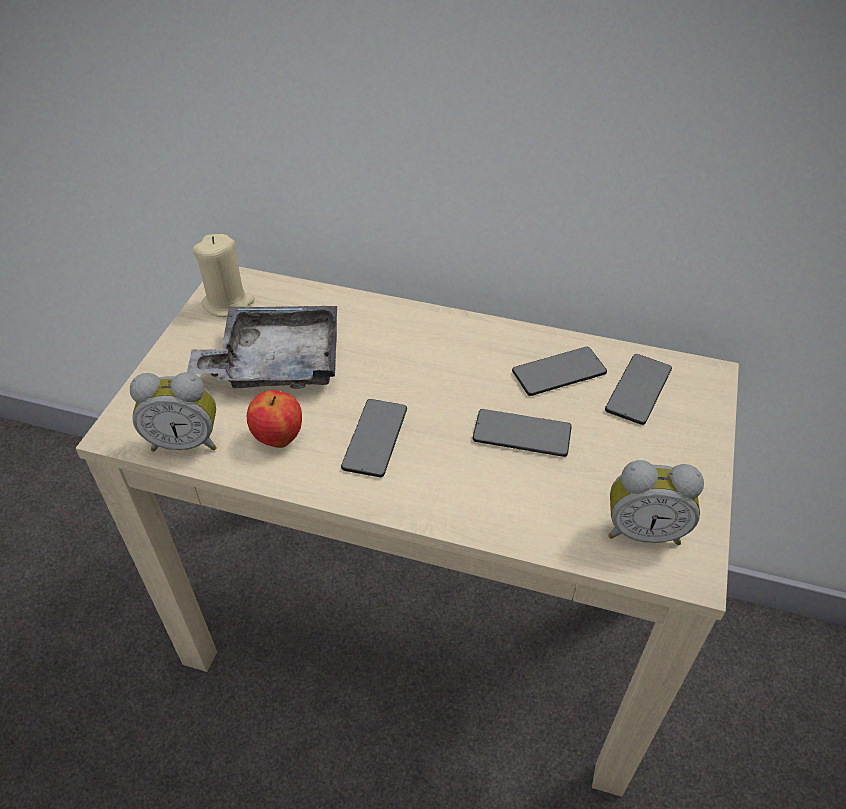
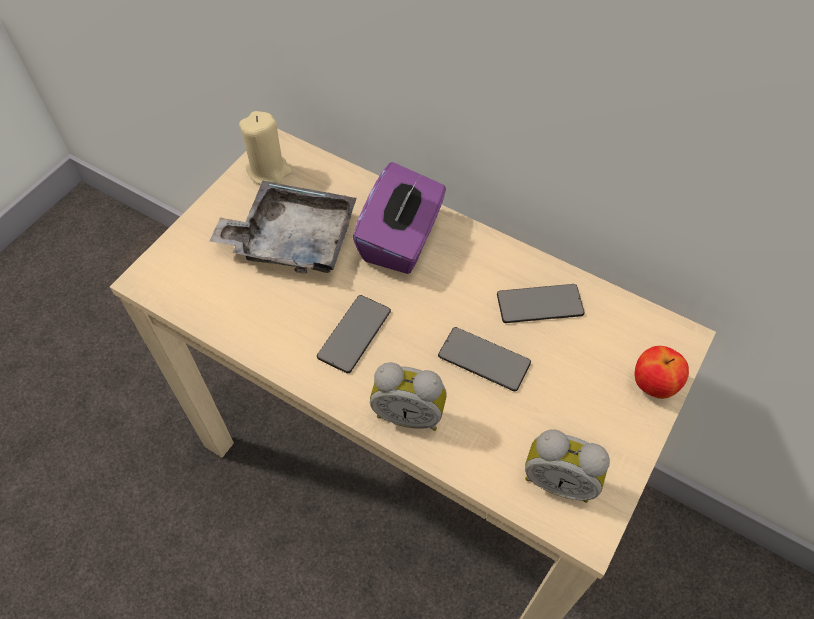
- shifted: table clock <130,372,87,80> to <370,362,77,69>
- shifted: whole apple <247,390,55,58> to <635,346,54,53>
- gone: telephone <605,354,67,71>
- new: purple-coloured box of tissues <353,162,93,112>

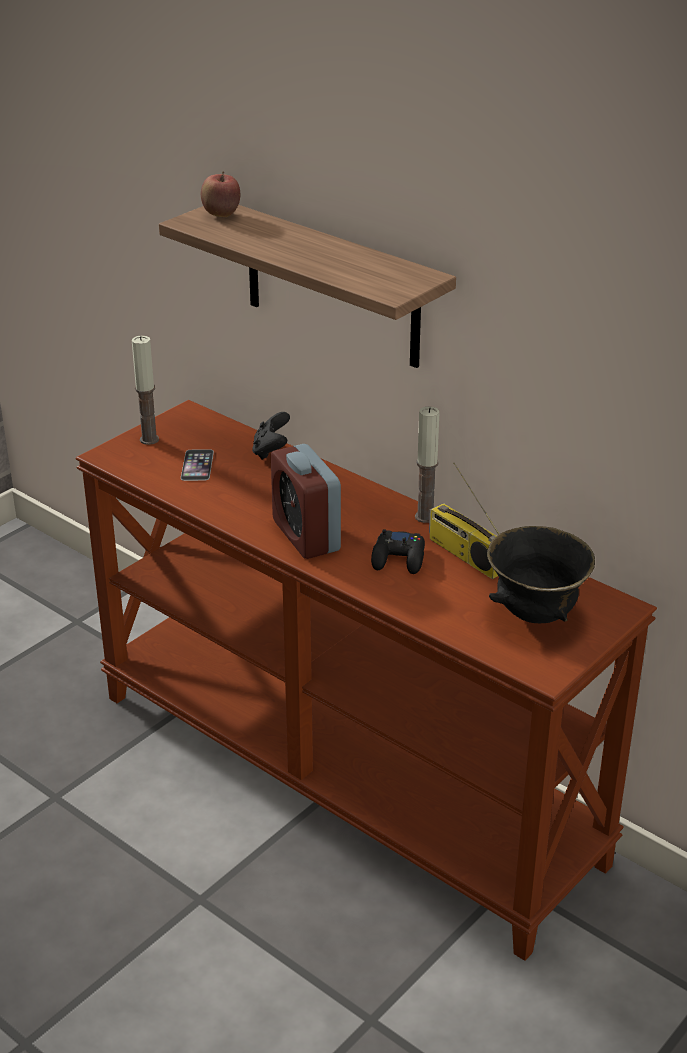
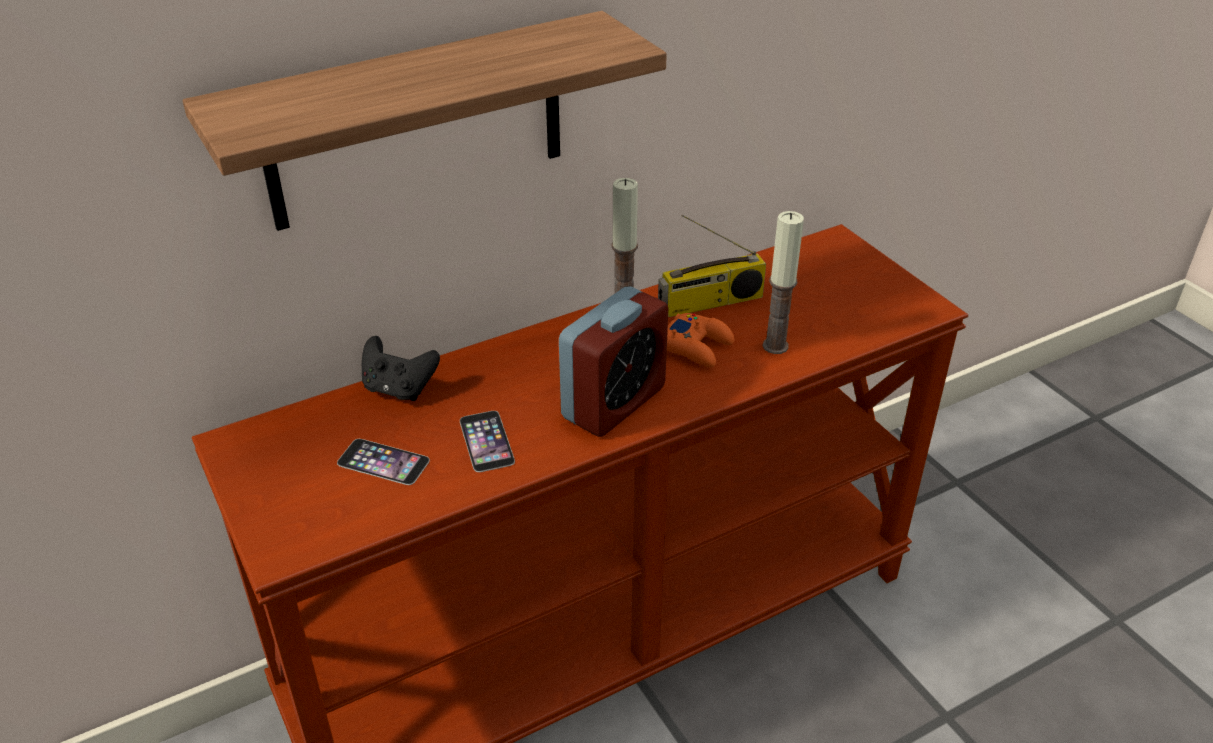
- shifted: candle <132,336,27,109> to <763,211,41,143>
- gone: whole apple <201,172,39,45>
- rotated: table clock <271,444,70,115> = <559,286,109,151> 45 degrees counterclockwise
- repainted: black gamepad <371,529,54,45> to orangey gamepad <667,313,67,55>
- gone: black deep dish <487,526,108,97>
- new: telephone <460,411,55,61>

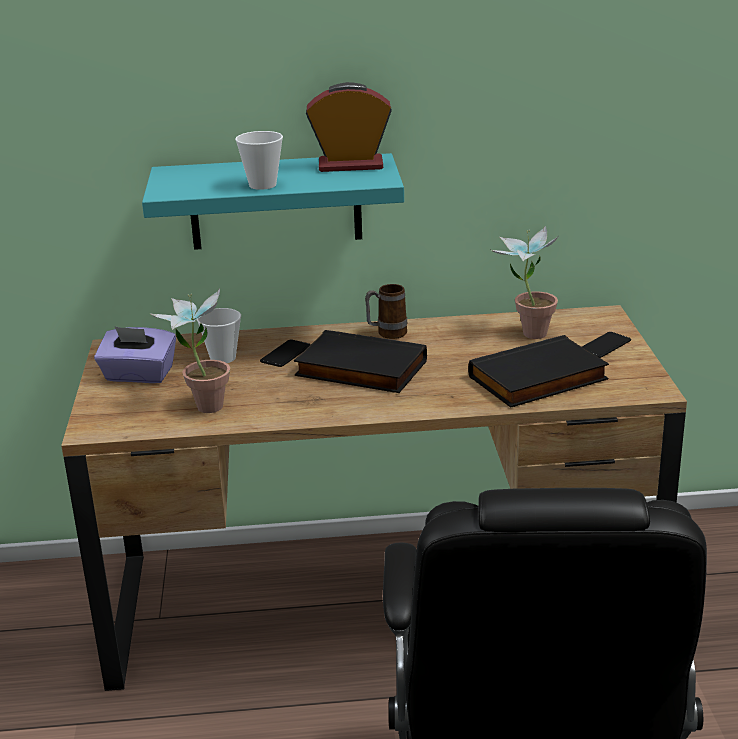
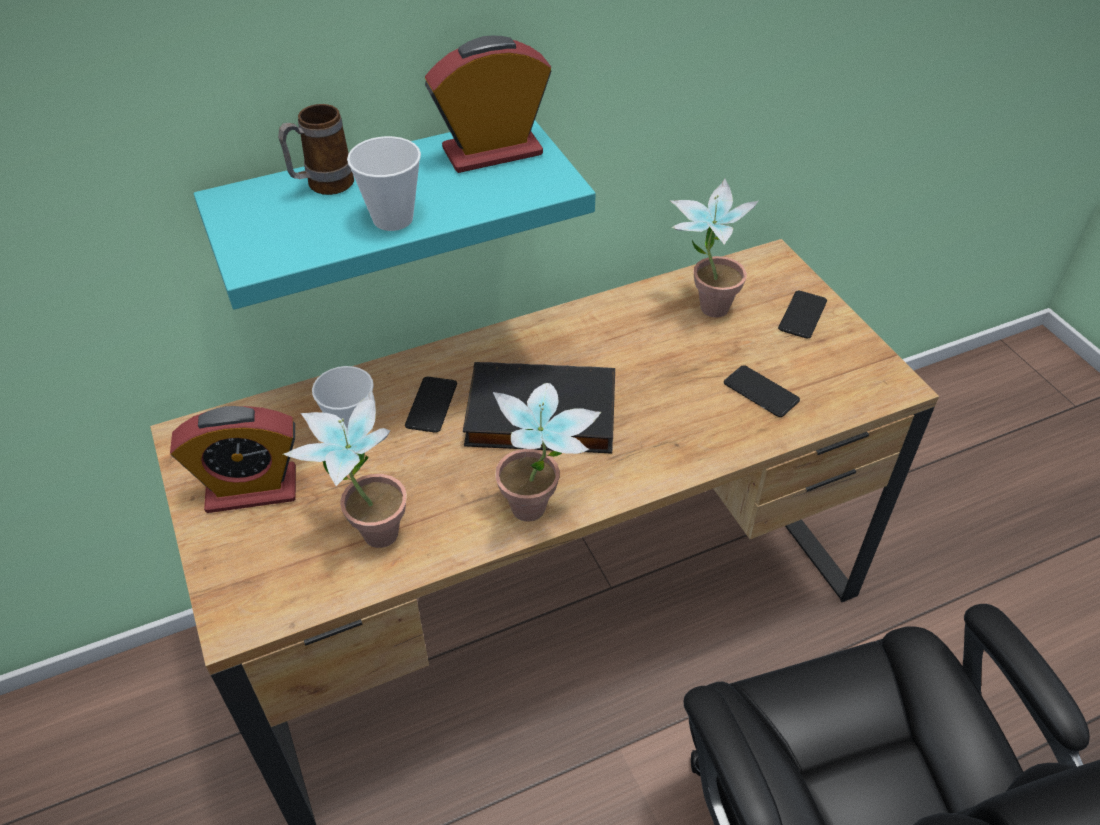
- swapped: purple-coloured box of tissues <94,326,82,57> to table clock <170,406,126,107>
- shifted: mug <365,284,42,55> to <278,104,76,91>
- swapped: black bound book <468,335,141,73> to telephone <724,365,76,52>
- new: plant in a pot <493,383,108,139>

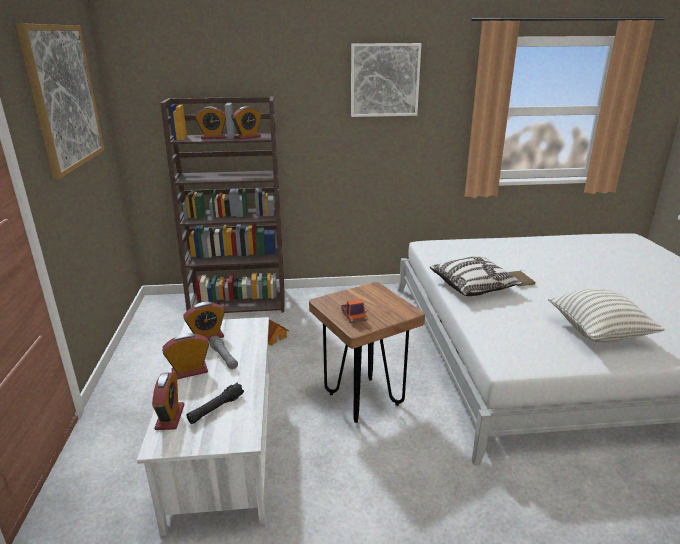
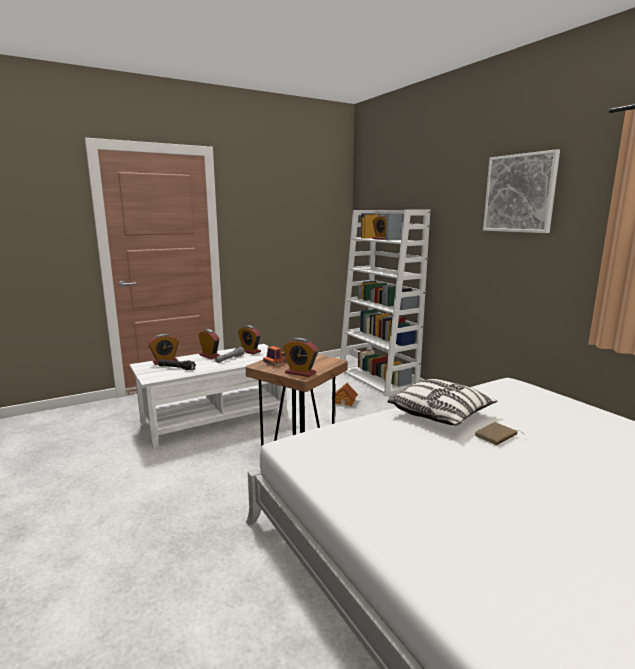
- gone: picture <16,23,89,156>
- repainted: brown bookshelf <160,97,124,216> to white-coloured bookshelf <340,209,90,187>
- shifted: table clock <231,106,30,34> to <283,338,35,39>
- gone: cushion <548,288,117,55>

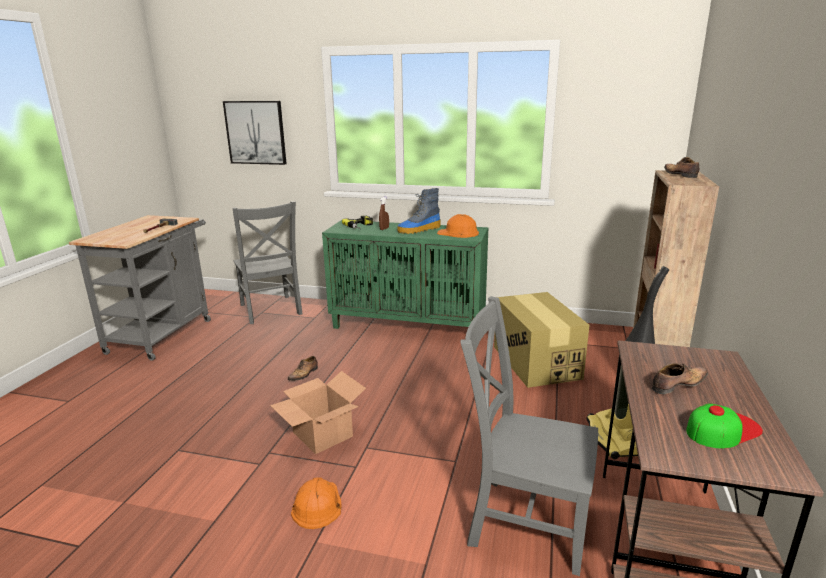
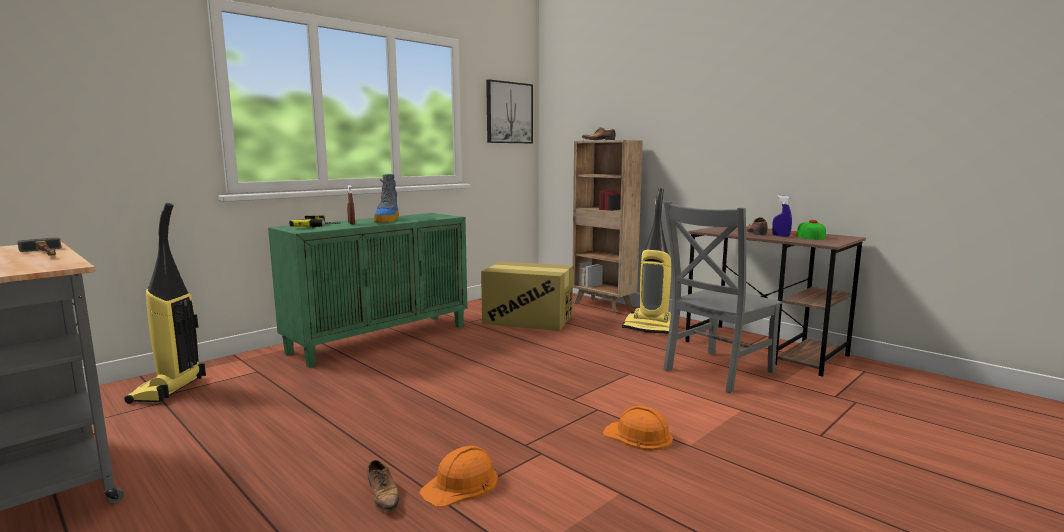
- shifted: picture <223,101,64,64> to <486,79,47,64>
- swapped: gray plain chair <233,201,70,123> to hoover <124,203,82,201>
- gone: cardboard box <270,371,96,83>
- shifted: item of footwear <287,356,31,25> to <367,460,32,51>
- shifted: orangey work helmet <437,214,42,24> to <419,445,79,62>
- new: blue sprayer <772,195,20,42>

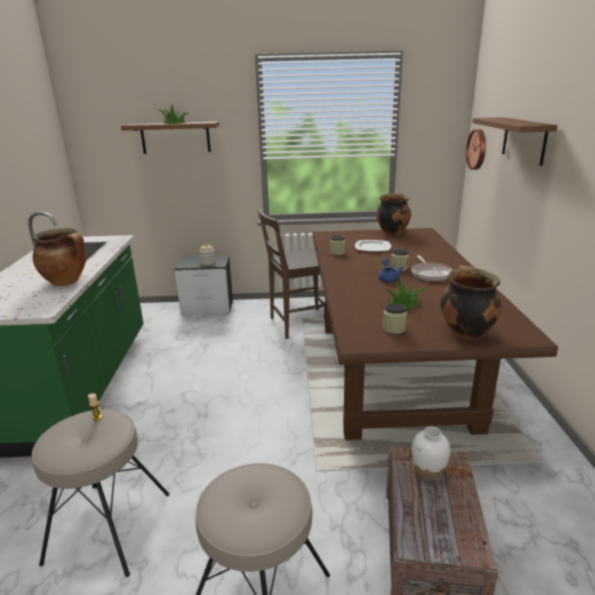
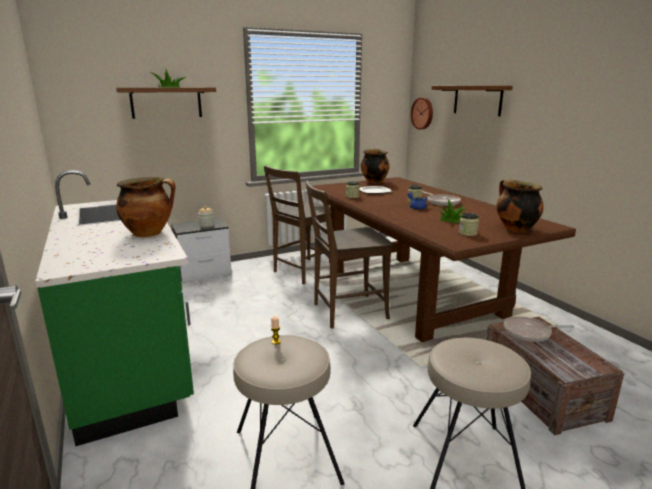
- swapped: white-coloured decorative vase <412,426,38,55> to skillet <504,316,70,26>
- new: brown plain chair <305,180,88,148>

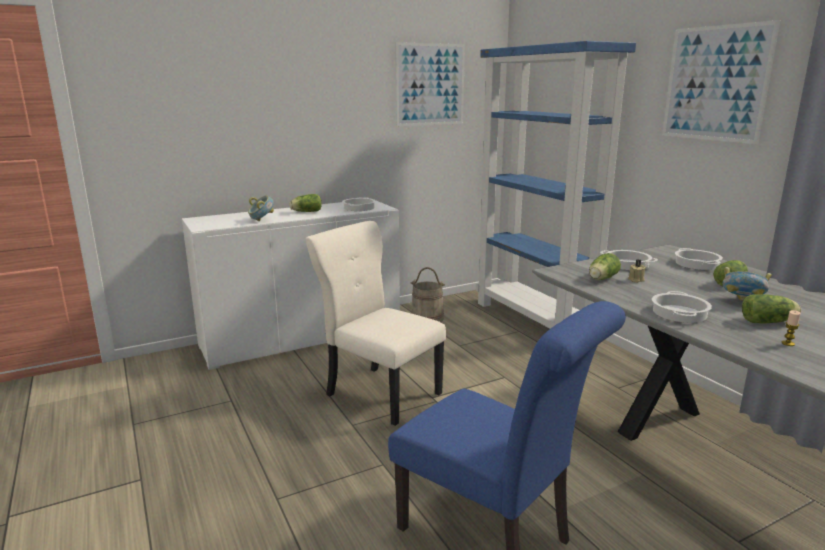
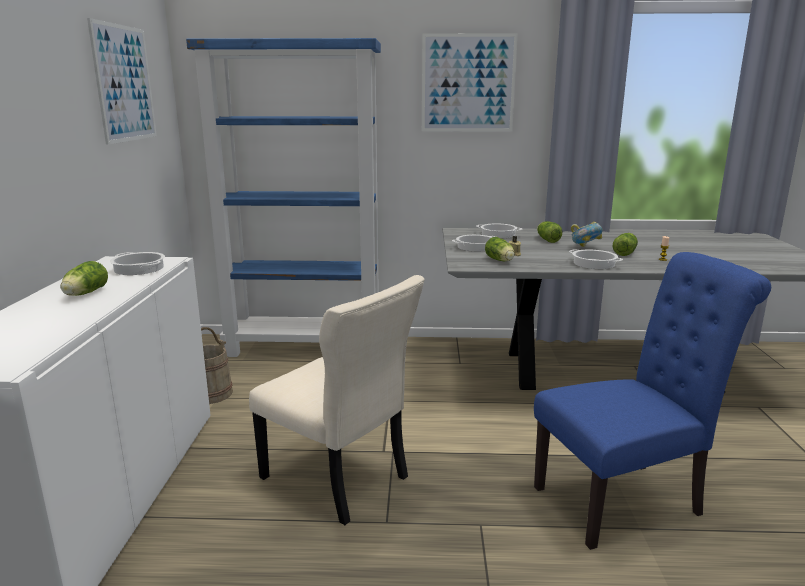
- gone: deep dish <248,195,26,26>
- rotated: sand-coloured plain chair <306,221,140,205> = <249,275,176,250> 120 degrees counterclockwise

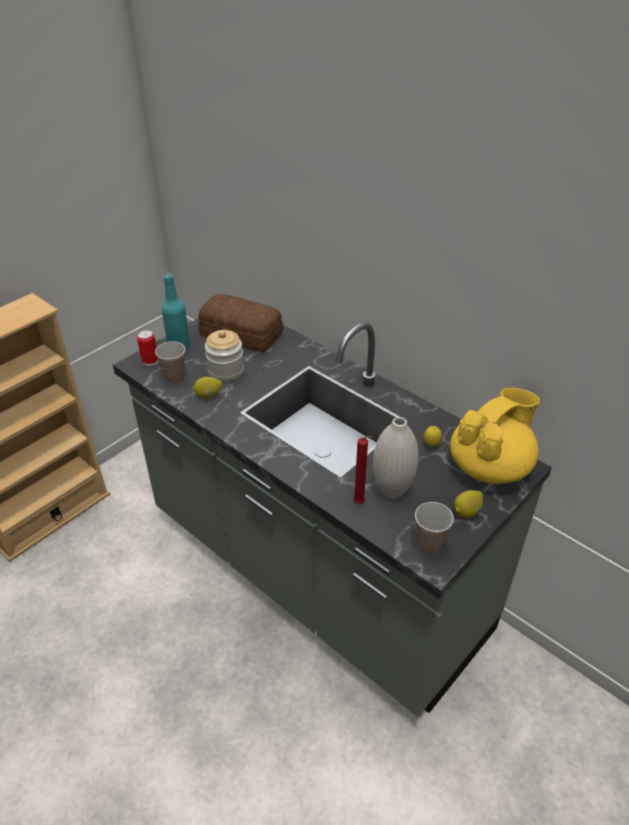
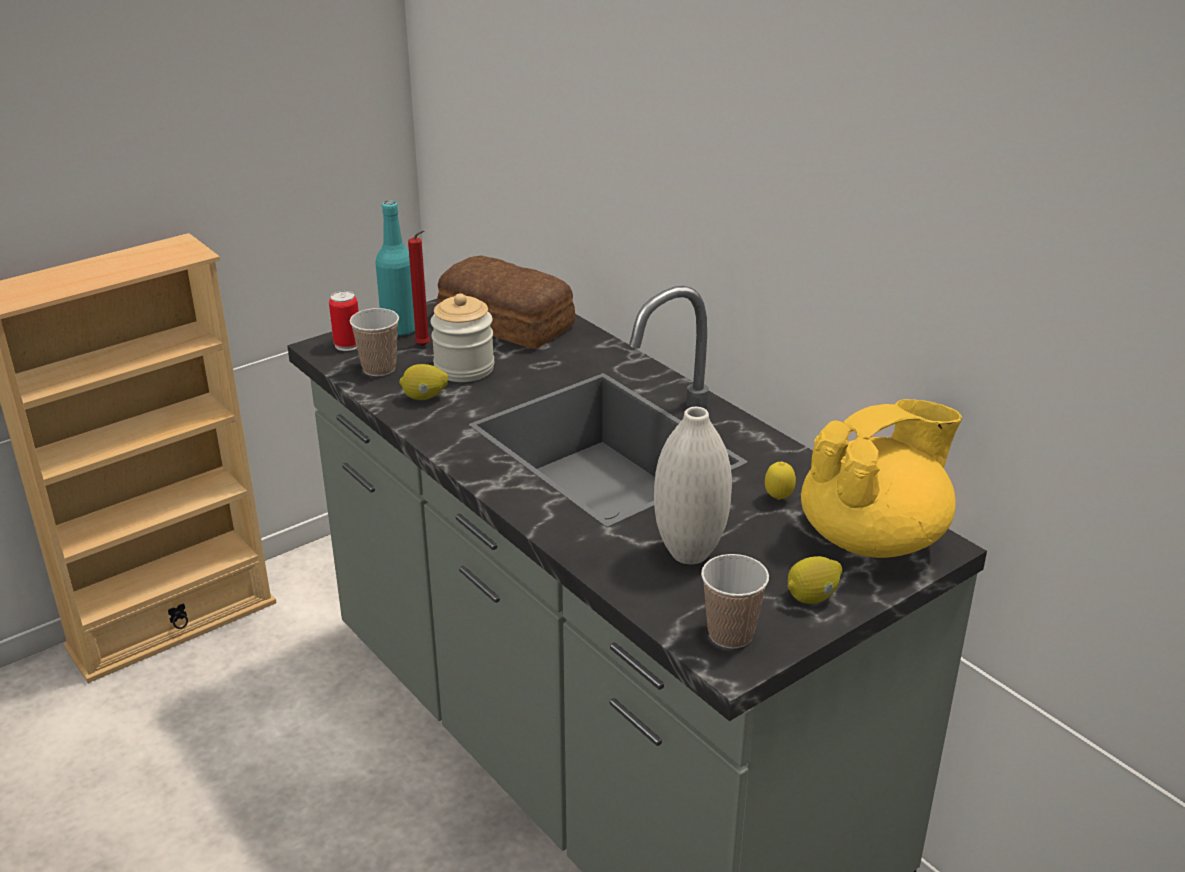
- shifted: red candle <353,436,21,68> to <408,230,22,116>

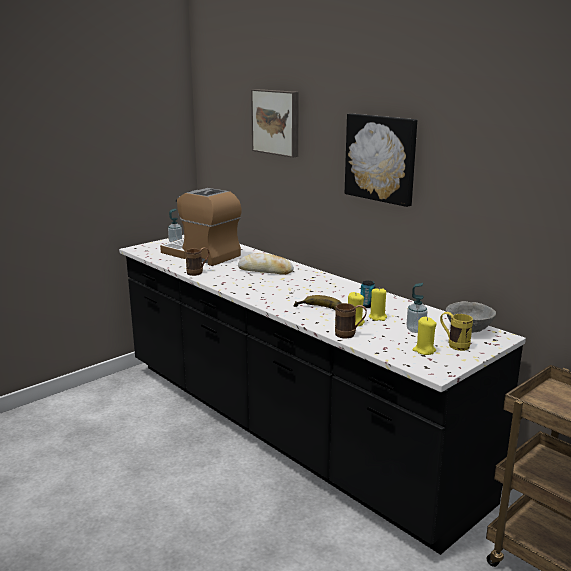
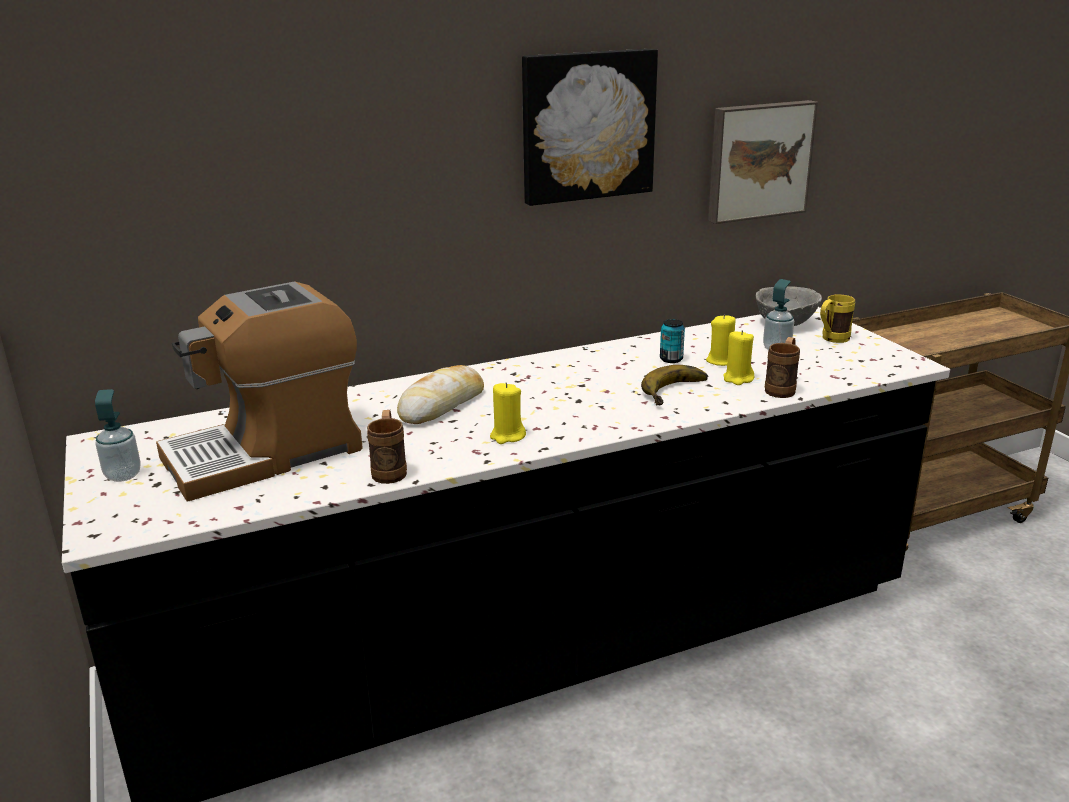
- shifted: picture <251,89,48,69> to <708,100,110,124>
- shifted: yellow candle <412,317,25,38> to <490,383,36,61>

